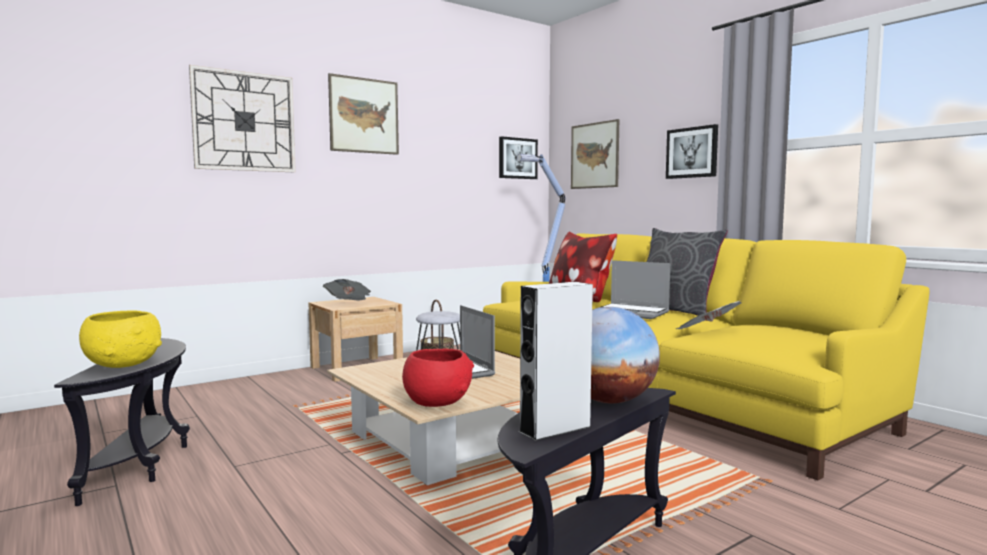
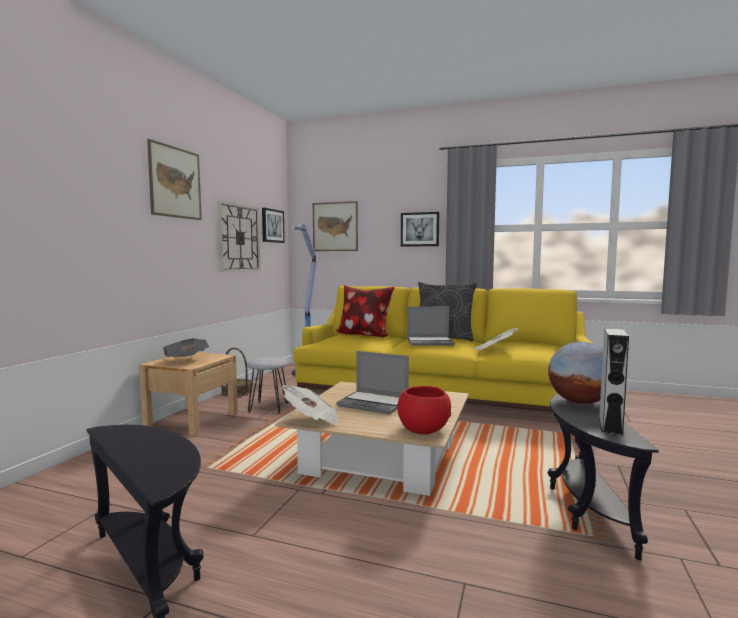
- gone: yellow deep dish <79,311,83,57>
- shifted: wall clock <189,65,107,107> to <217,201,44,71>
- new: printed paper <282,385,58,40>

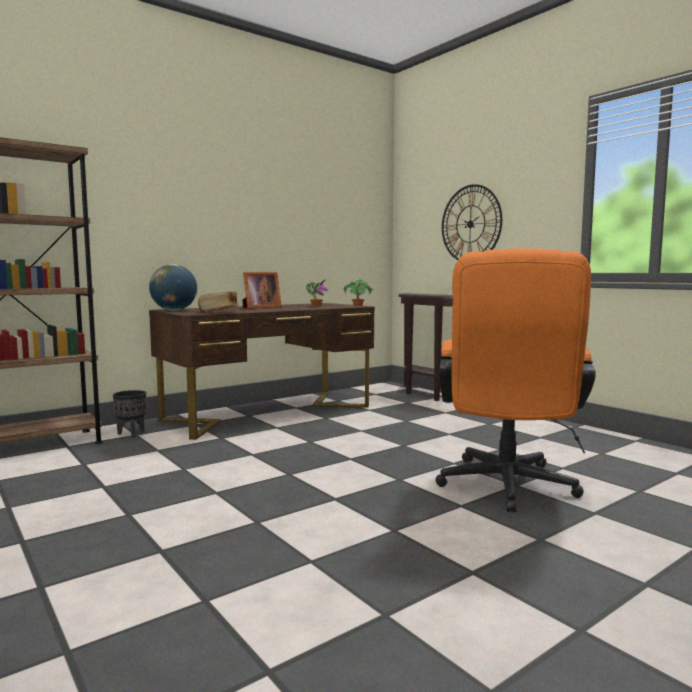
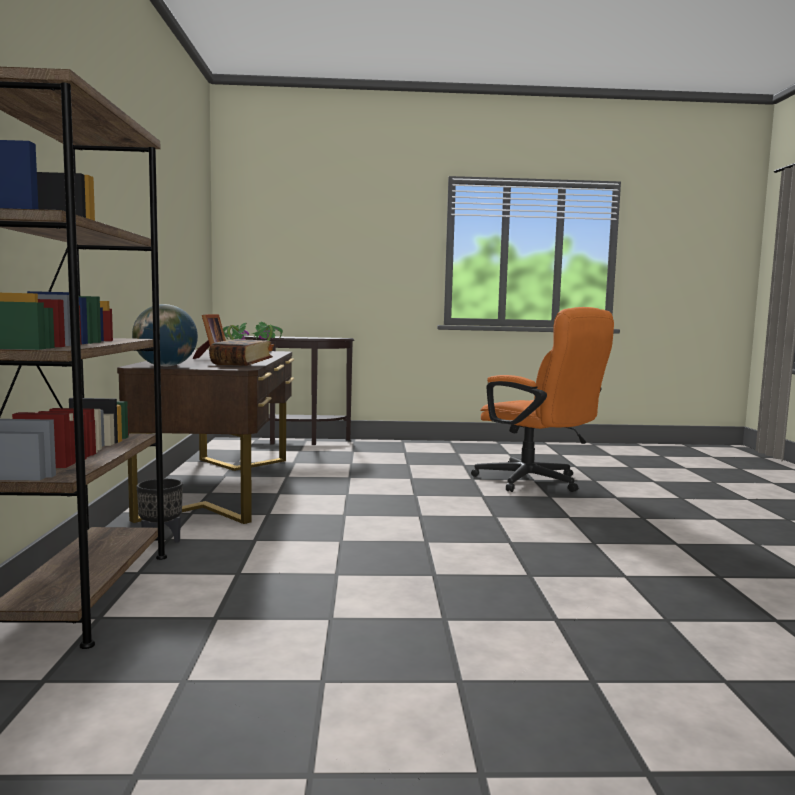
- gone: wall clock <442,184,60,76>

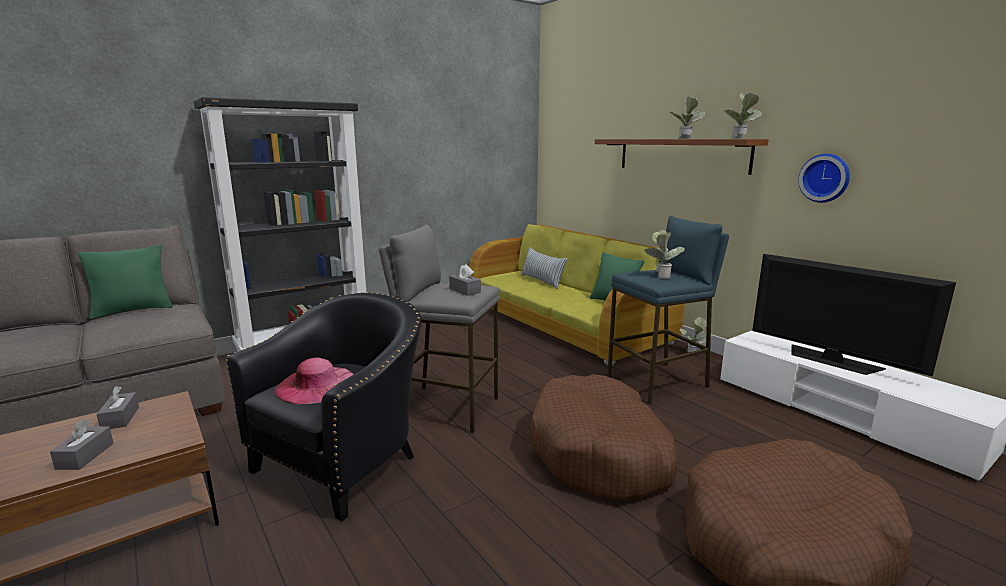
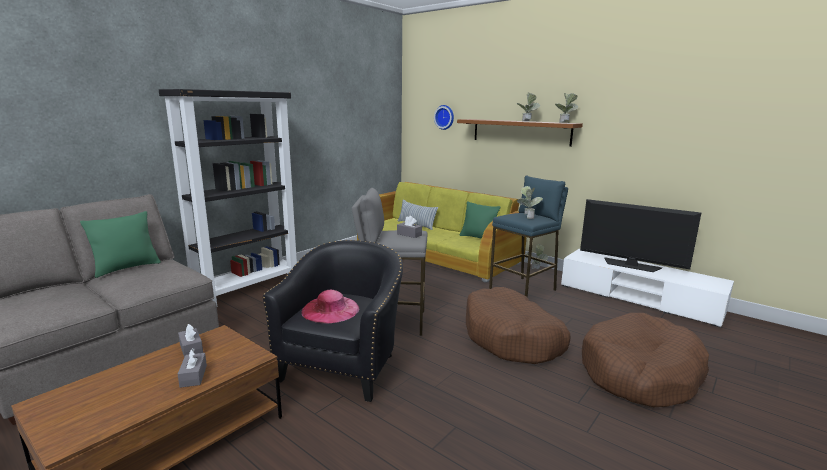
- shifted: wall clock <798,154,52,49> to <434,105,20,25>

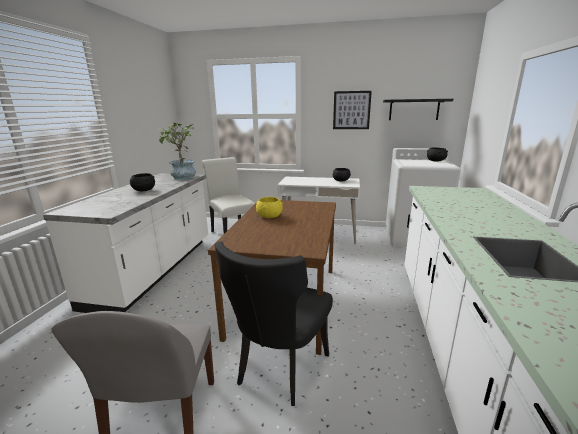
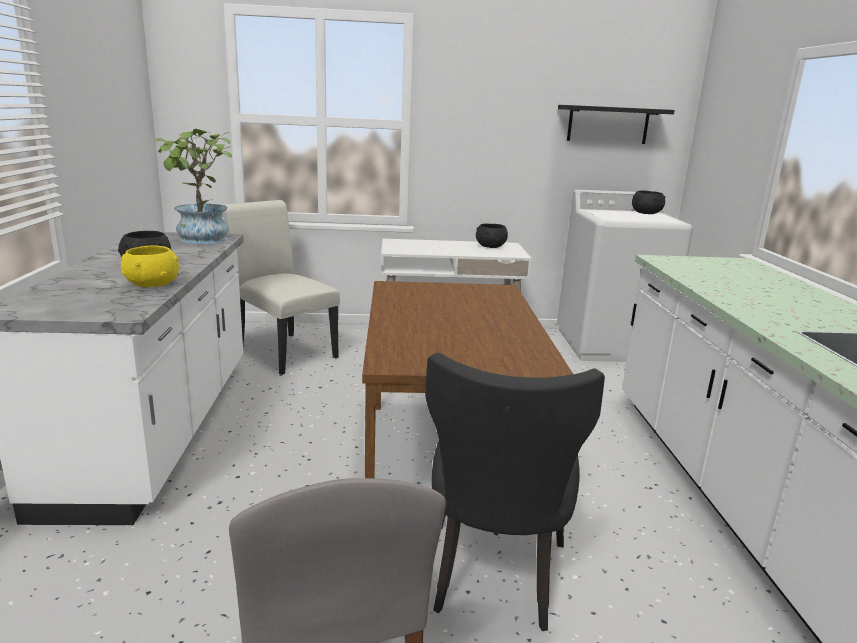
- shifted: yellow deep dish <256,197,27,21> to <121,245,58,42>
- gone: picture <333,91,39,38>

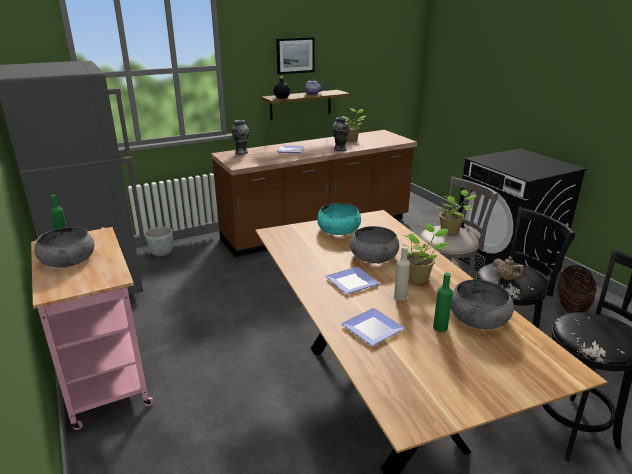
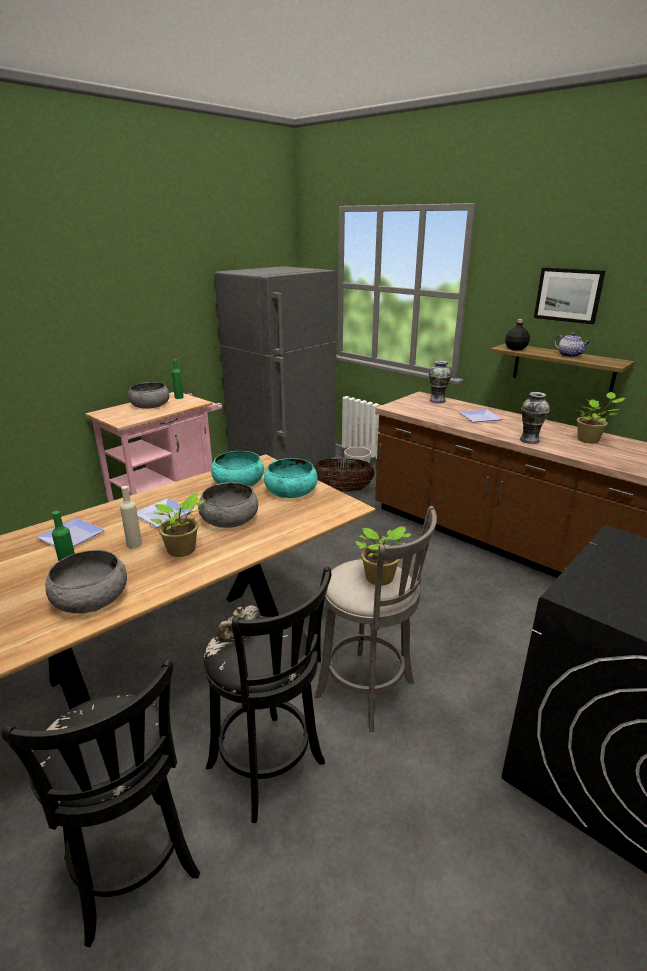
- shifted: storage basket <557,265,40,48> to <313,459,62,33>
- new: turquoise deep dish <211,451,53,36>

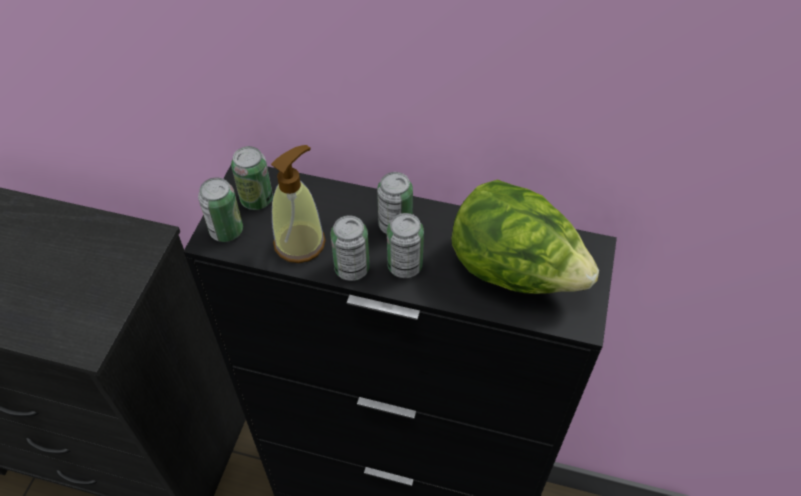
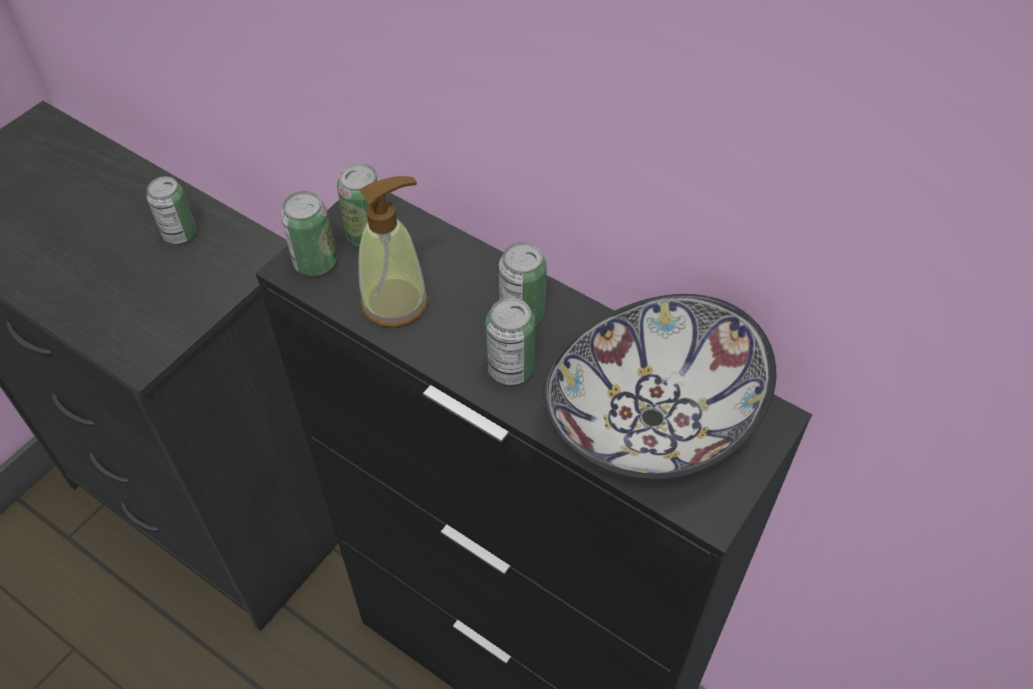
- shifted: sealed can <330,215,40,66> to <146,177,50,67>
- swapped: lettuce head <451,180,148,114> to deep dish <542,294,234,186>

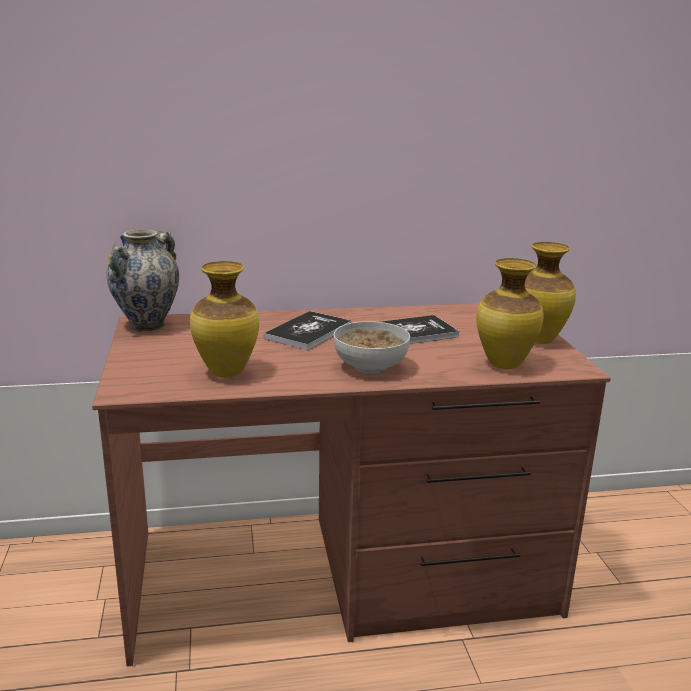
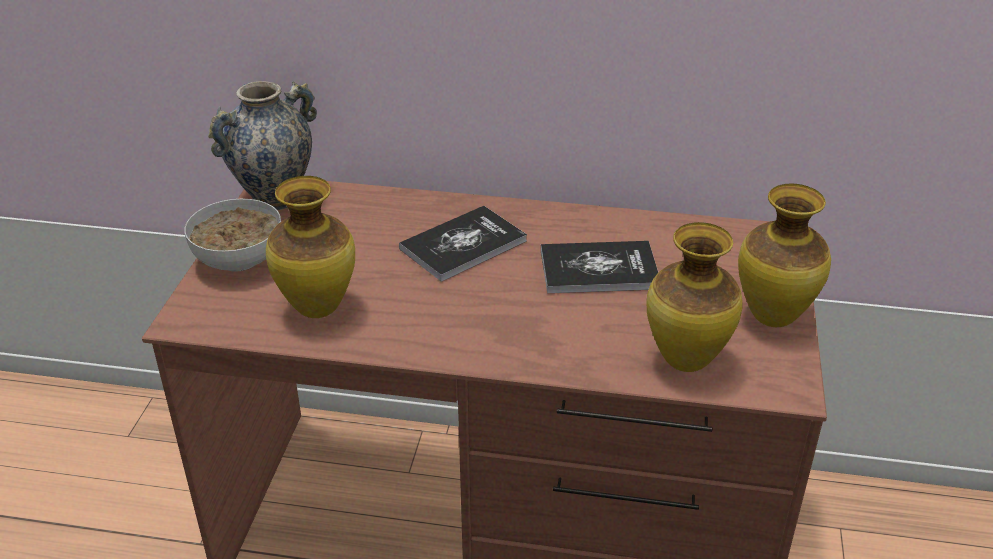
- shifted: deep dish <334,321,76,53> to <185,199,96,73>

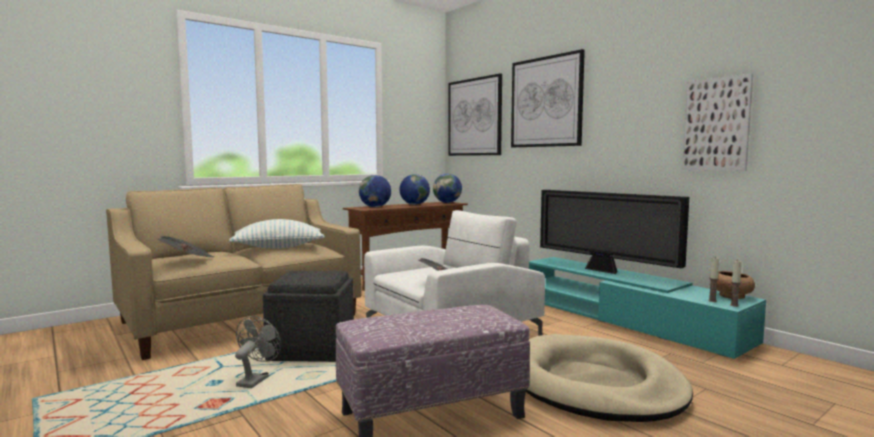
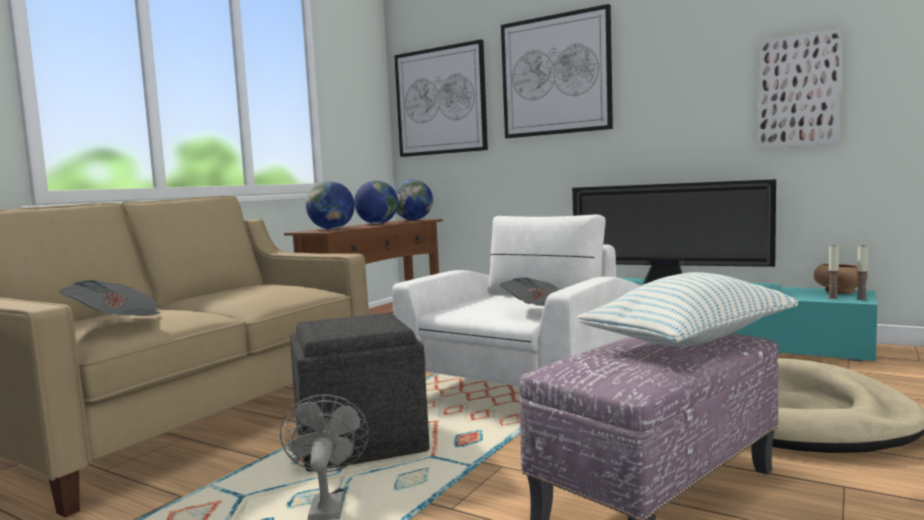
- shifted: cushion <229,219,96,30> to <577,272,221,75>

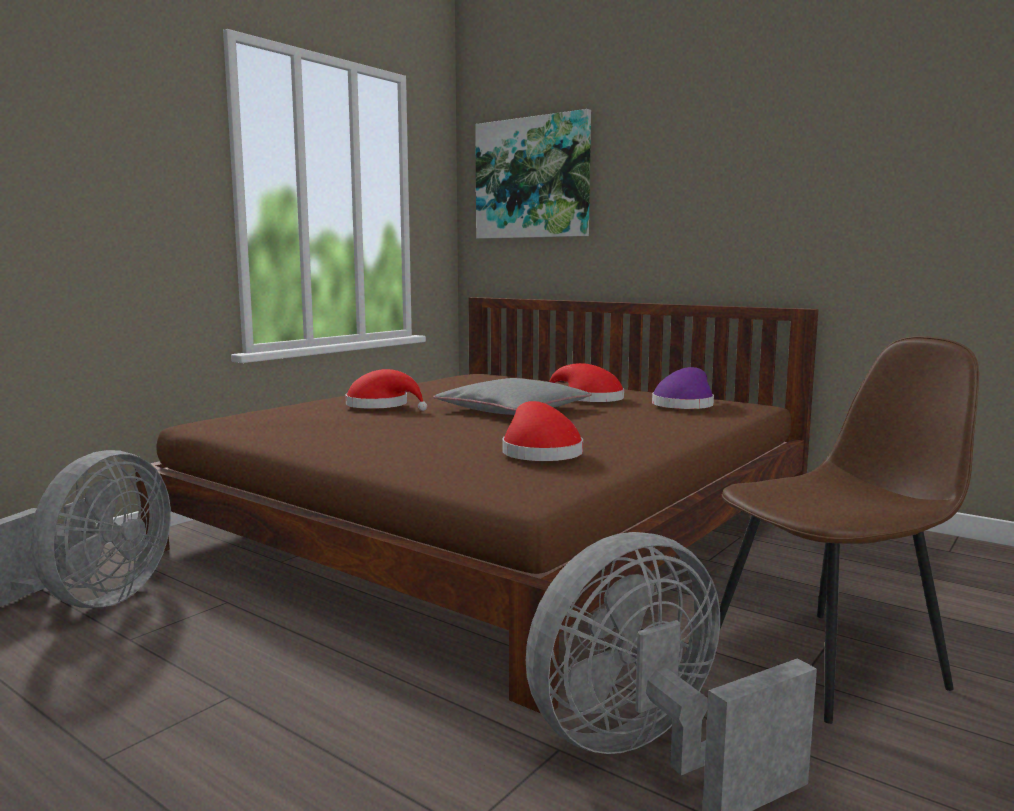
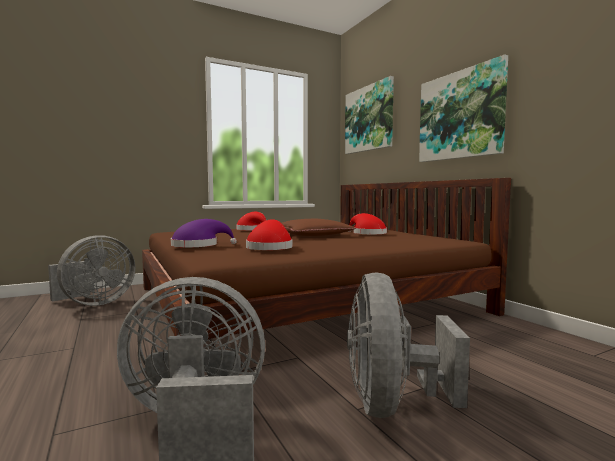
- repainted: gray cushion <433,378,159,37> to brown cushion <282,219,74,17>
- shifted: purple-coloured clothing hat <652,367,62,42> to <171,219,66,28>
- swapped: brown plain chair <720,336,259,388> to gray electric fan <347,272,123,146>
- new: picture <419,54,89,108>

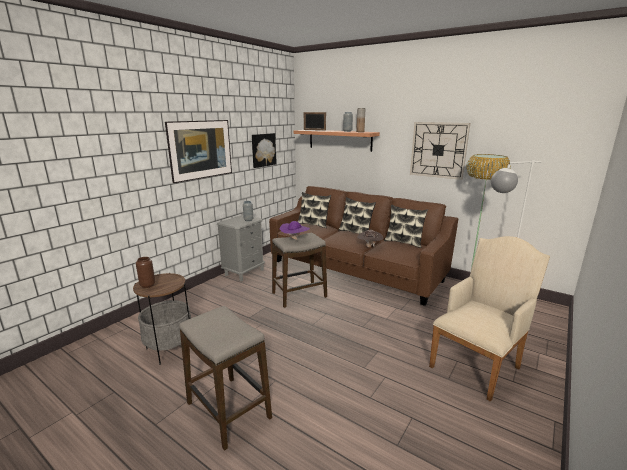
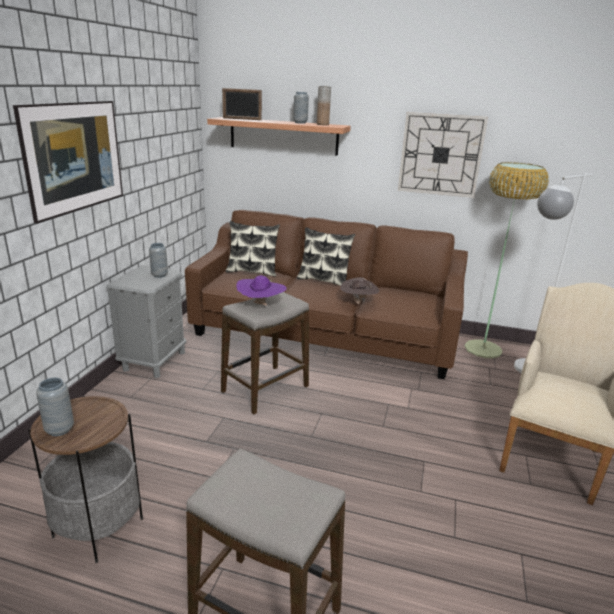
- repainted: brown decorative vase <136,257,19,31> to gray decorative vase <36,378,38,58>
- gone: picture <252,133,24,35>
- gone: cushion <384,205,44,43>

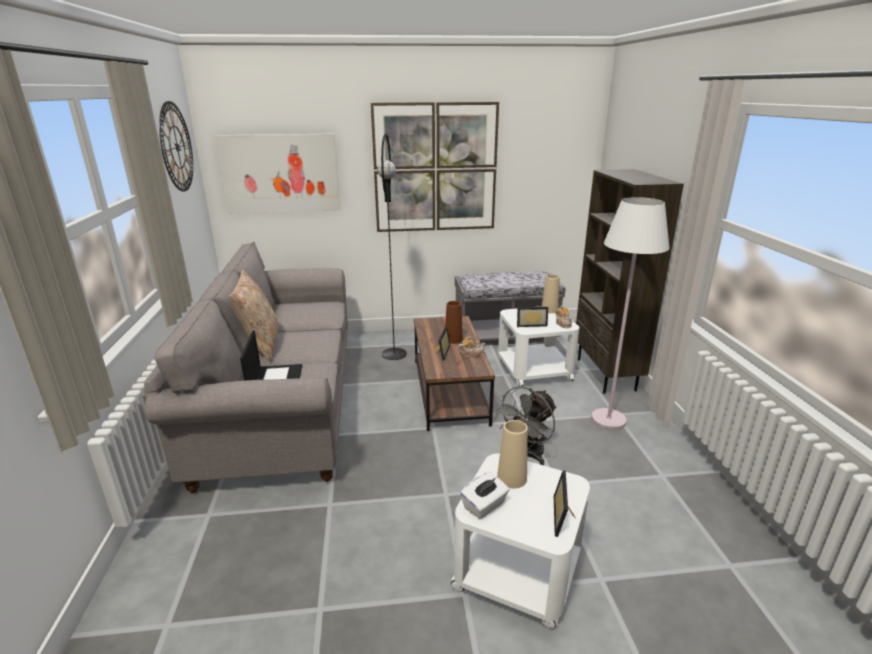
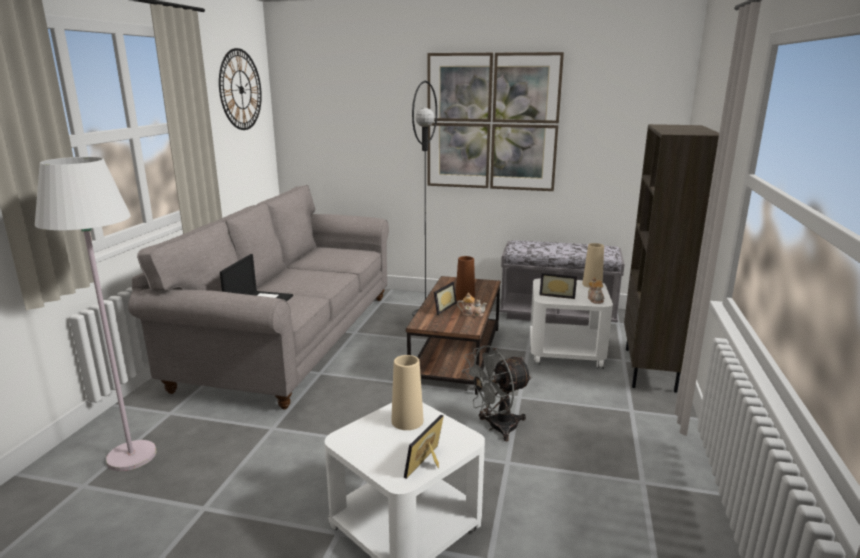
- gone: picture <215,134,126,80>
- gone: sand-coloured cushion <228,270,51,92>
- gone: white-coloured box of tissues <460,472,49,47>
- shifted: white-coloured standing lamp <591,197,79,233> to <35,157,121,314>

